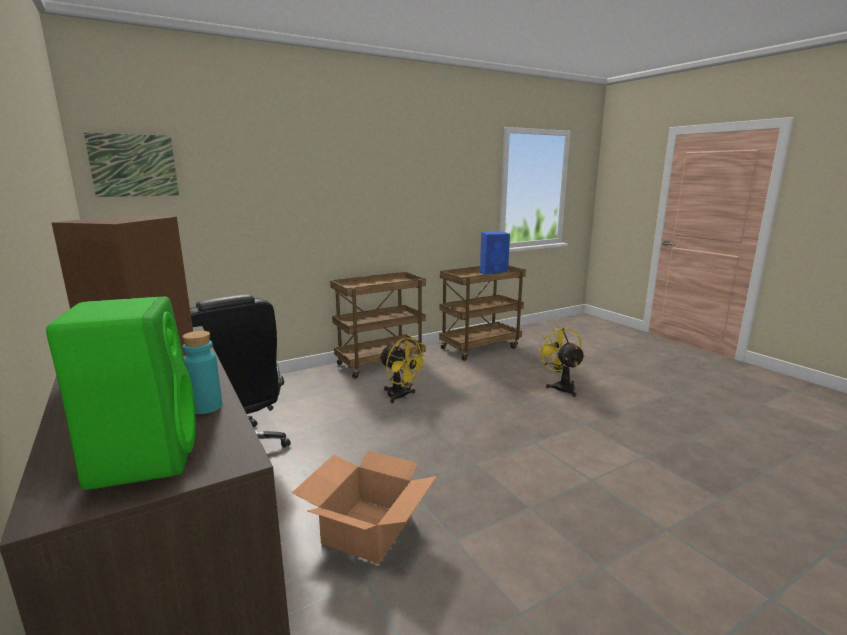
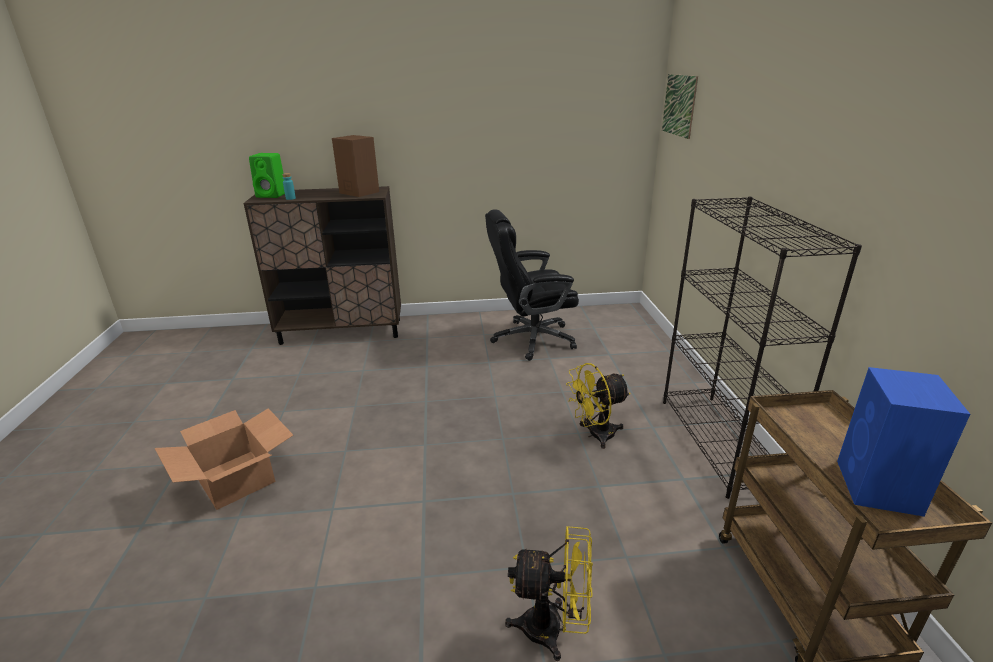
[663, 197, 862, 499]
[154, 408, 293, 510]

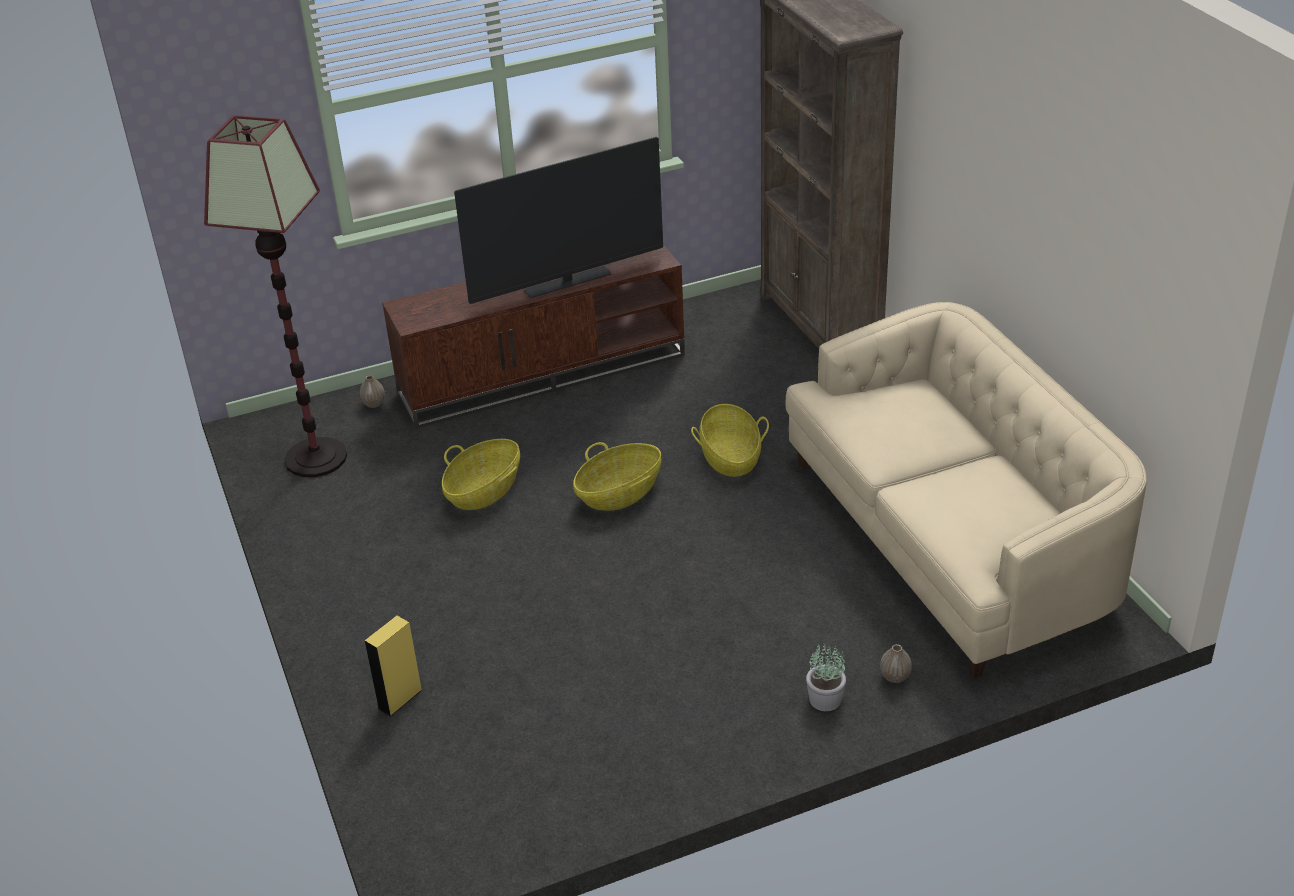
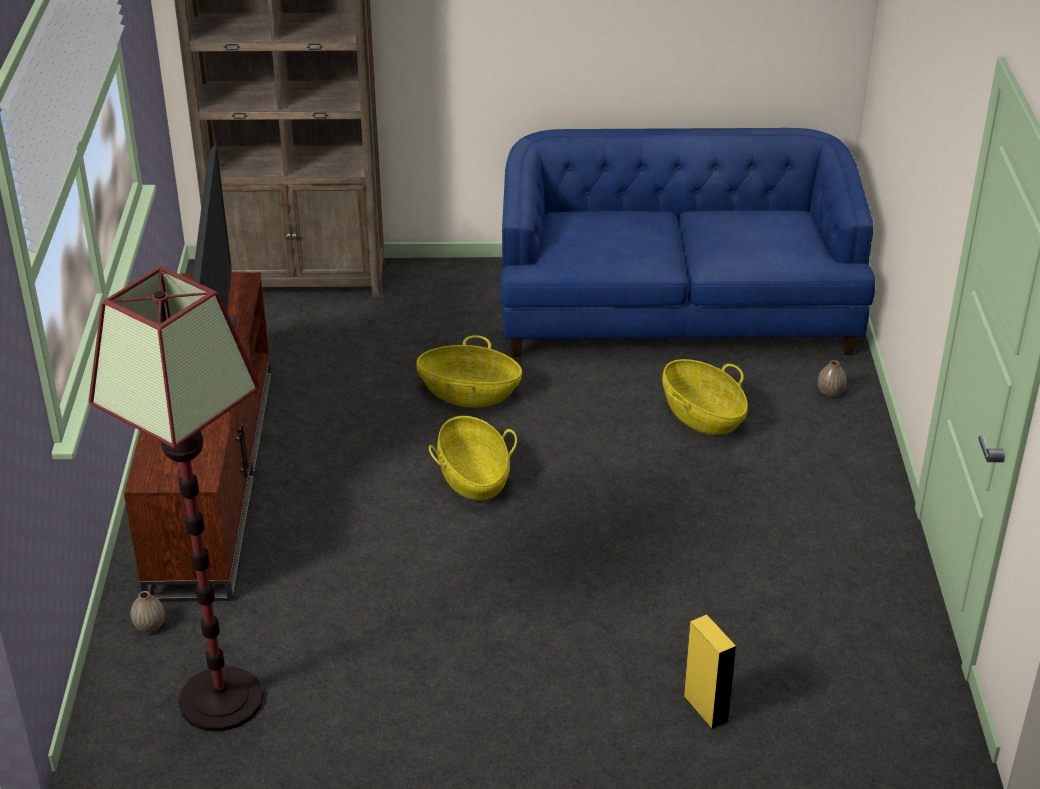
[500, 128, 875, 357]
[662, 359, 748, 435]
[806, 643, 846, 711] (first image)

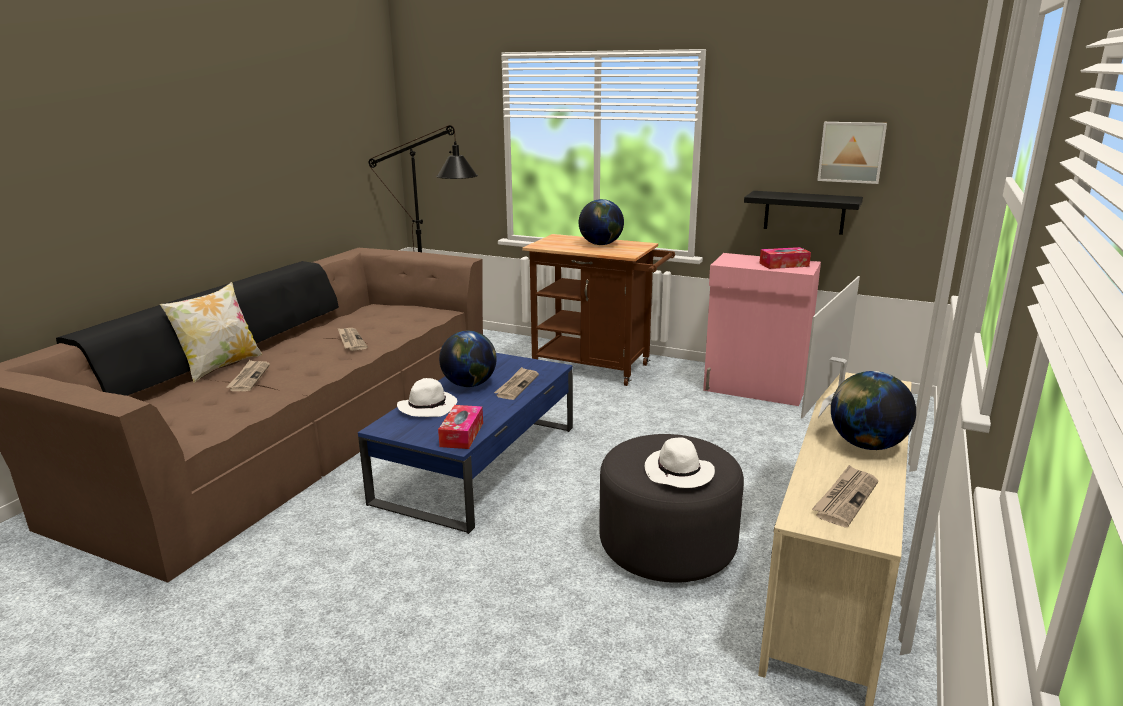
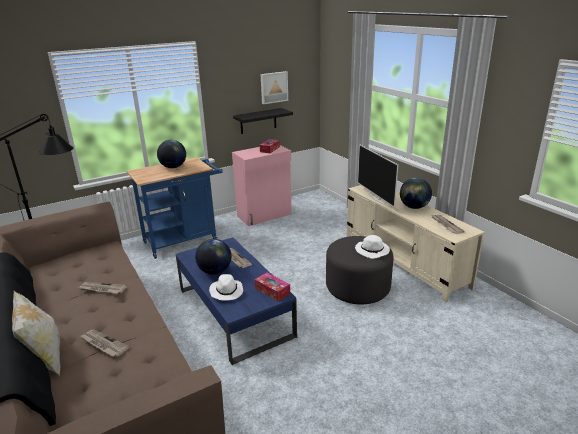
[127, 157, 223, 259]

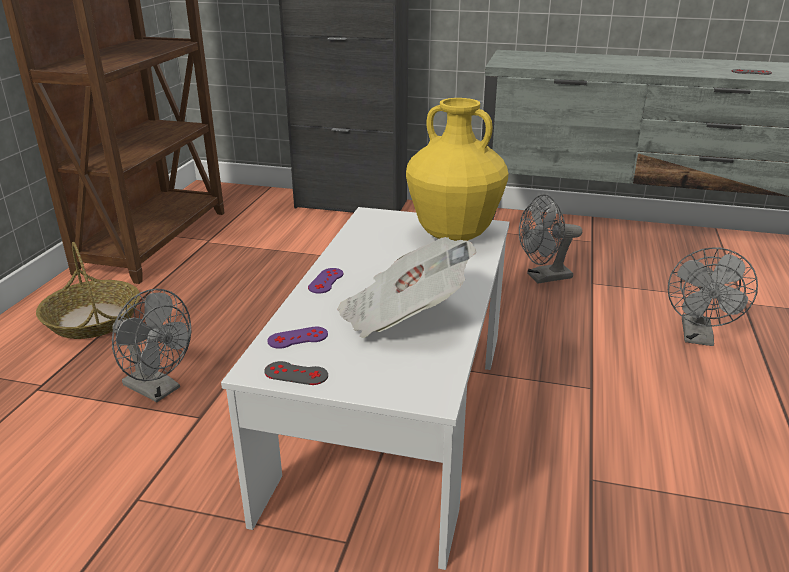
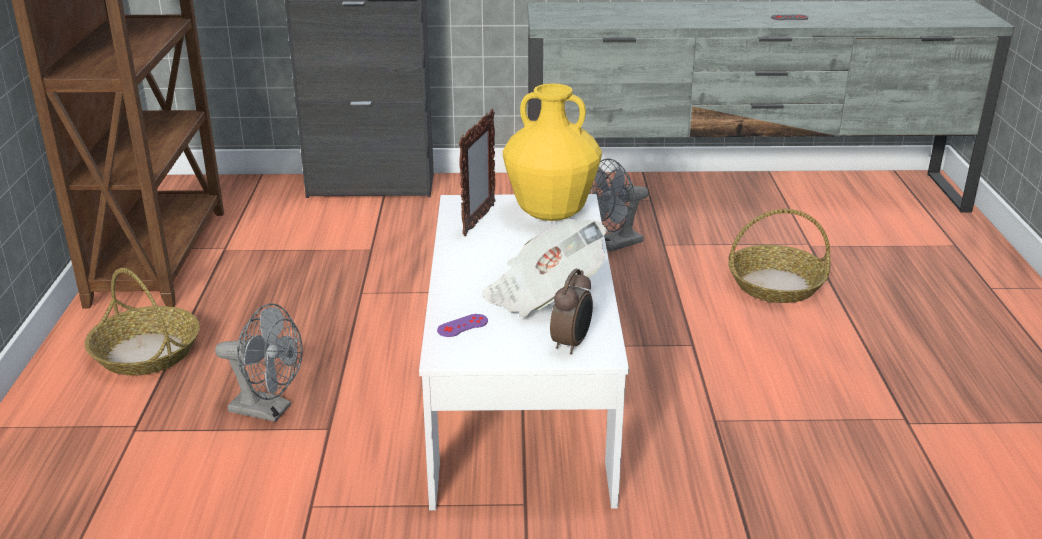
[728, 209, 830, 303]
[308, 268, 343, 293] (first image)
[264, 361, 328, 385] (first image)
[459, 109, 496, 236]
[550, 269, 593, 354]

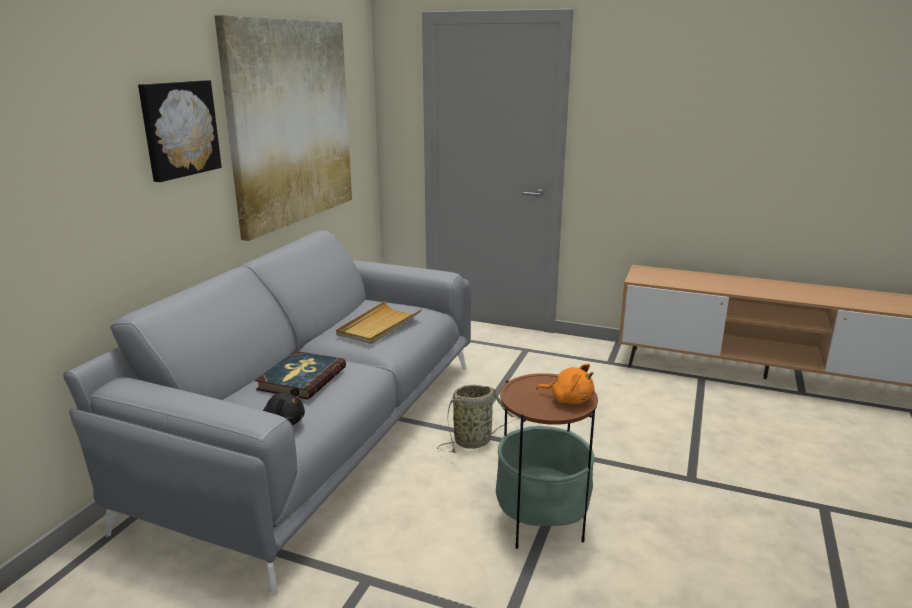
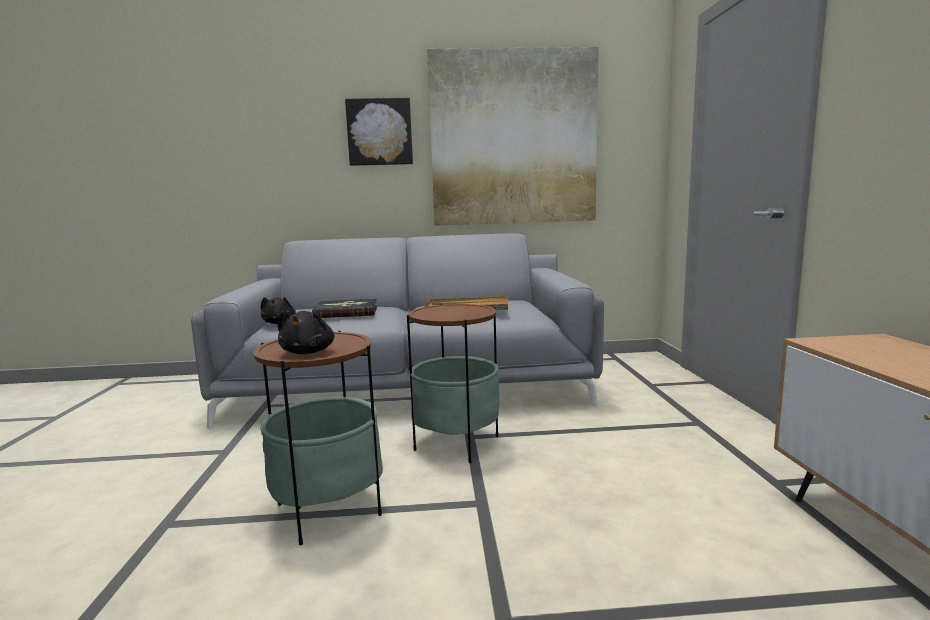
[278, 310, 335, 354]
[407, 304, 499, 463]

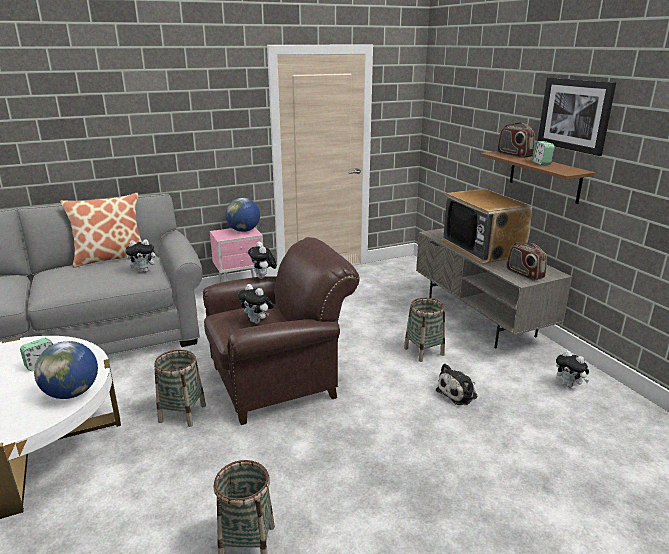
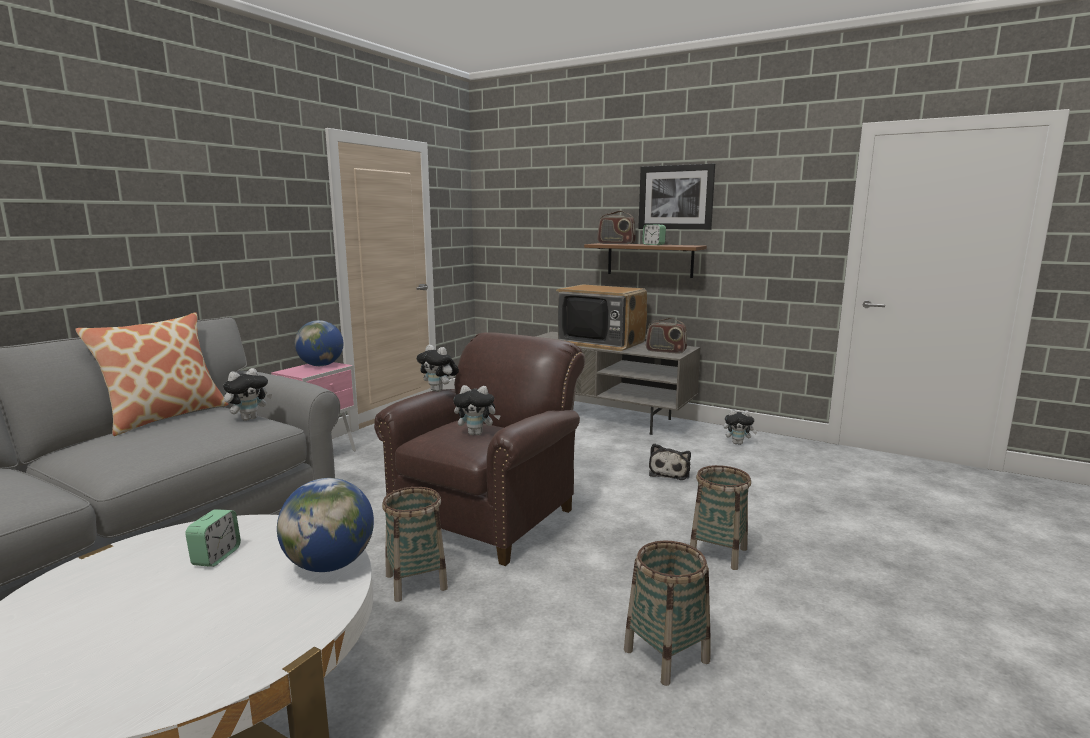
[690, 465, 751, 570]

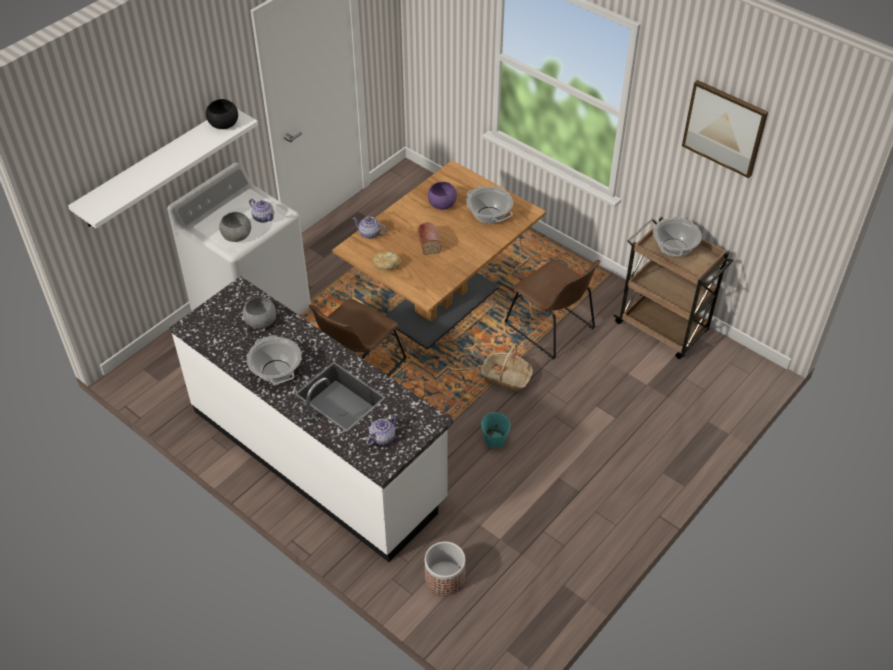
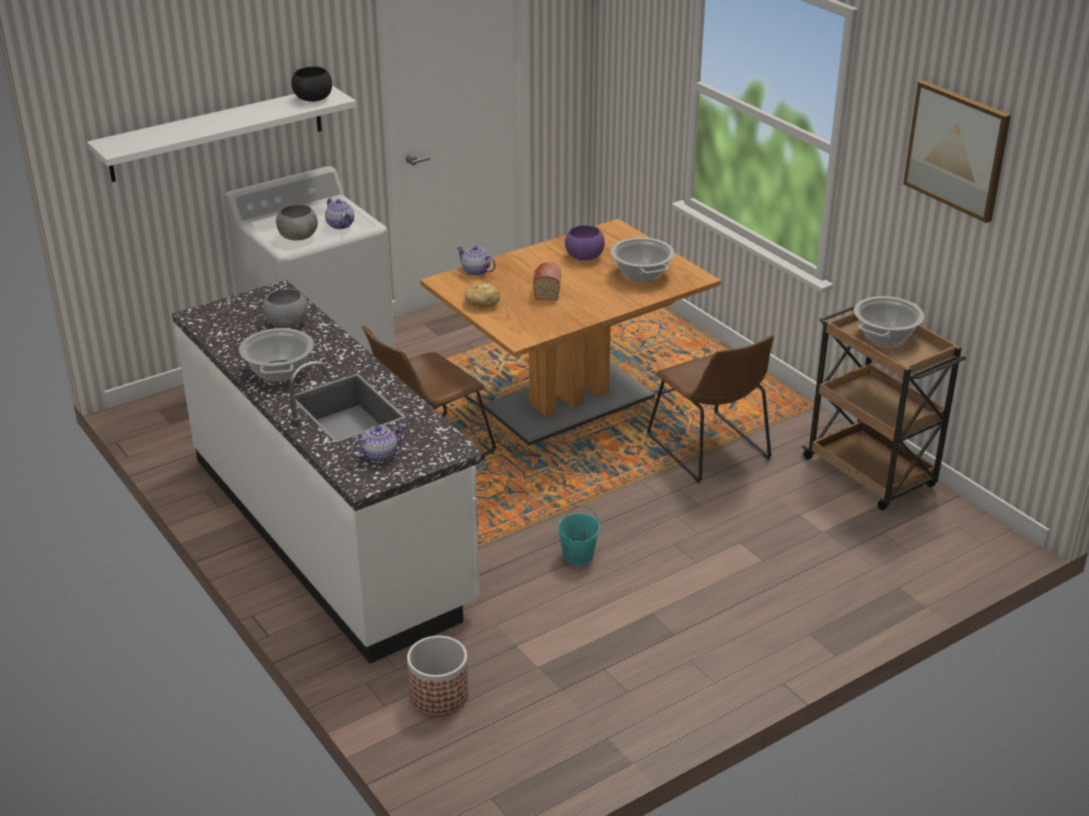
[481, 343, 533, 392] (first image)

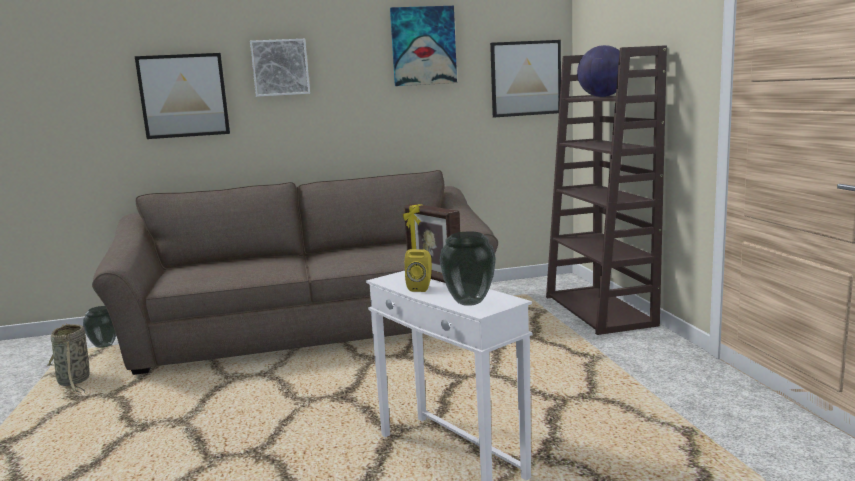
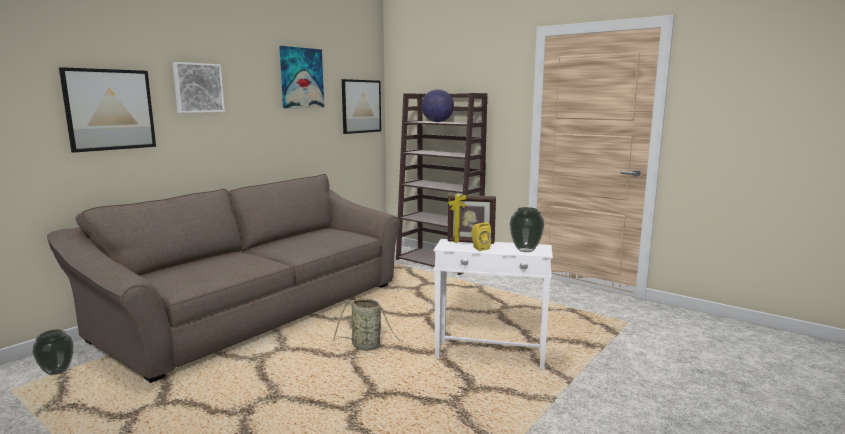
[333, 299, 409, 350]

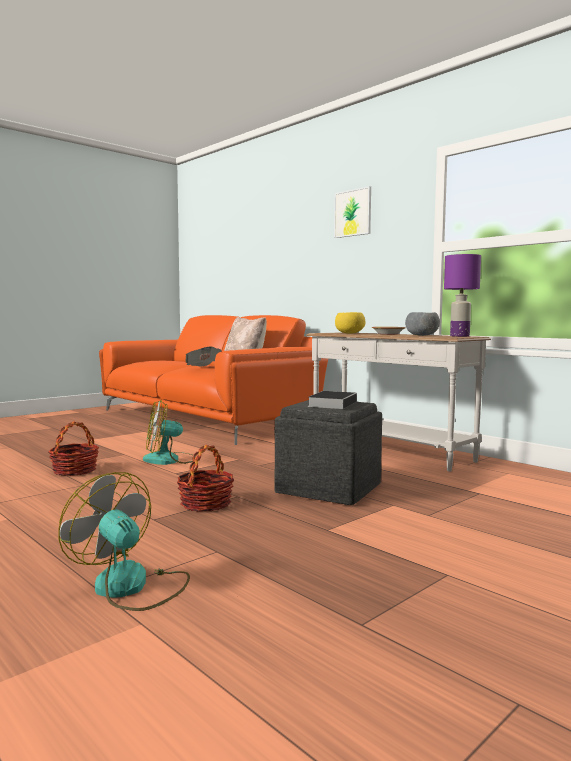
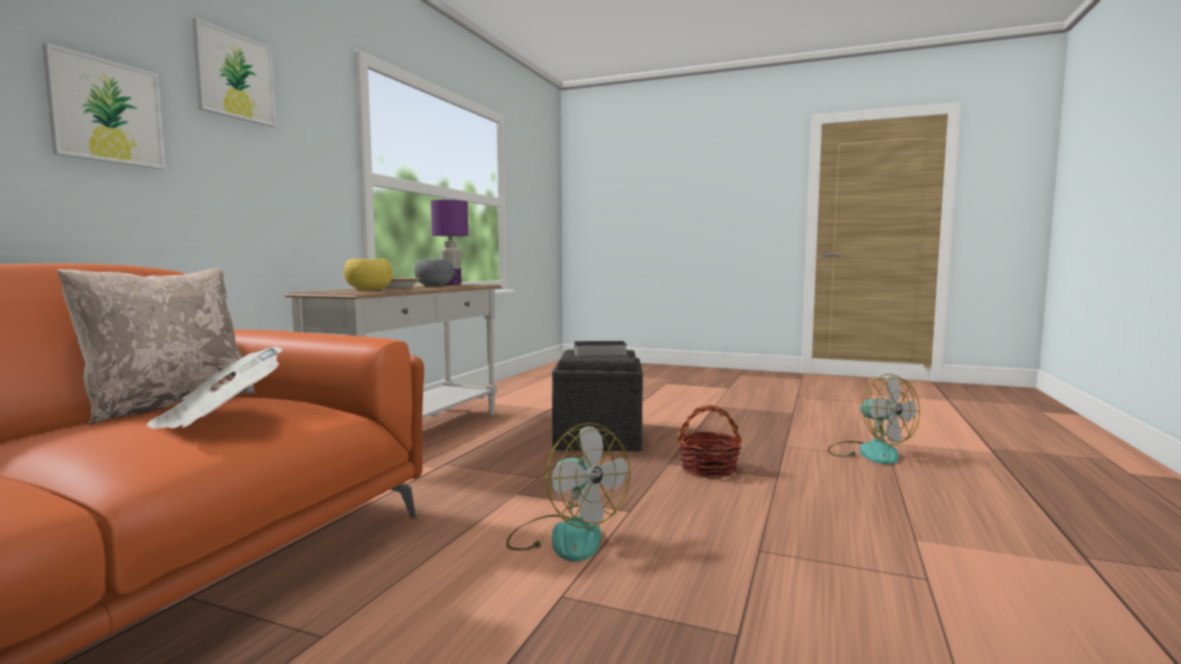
[48, 422, 99, 476] (first image)
[828, 374, 920, 465]
[42, 43, 165, 169]

